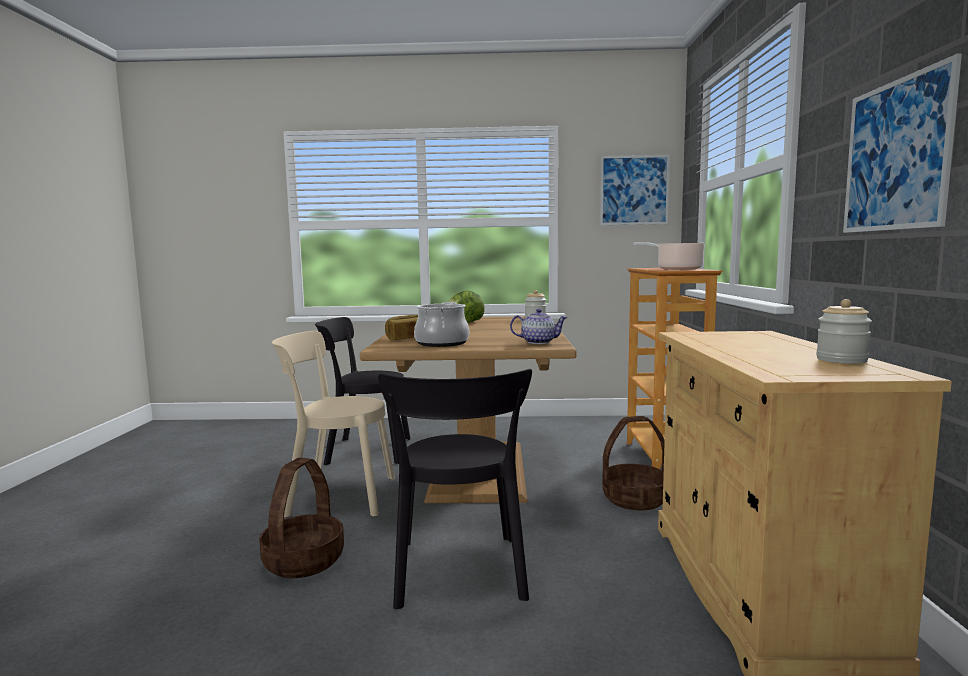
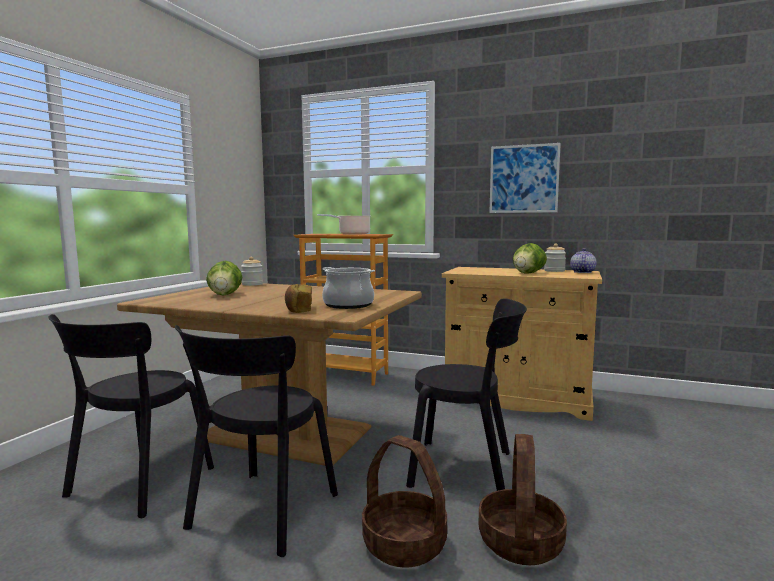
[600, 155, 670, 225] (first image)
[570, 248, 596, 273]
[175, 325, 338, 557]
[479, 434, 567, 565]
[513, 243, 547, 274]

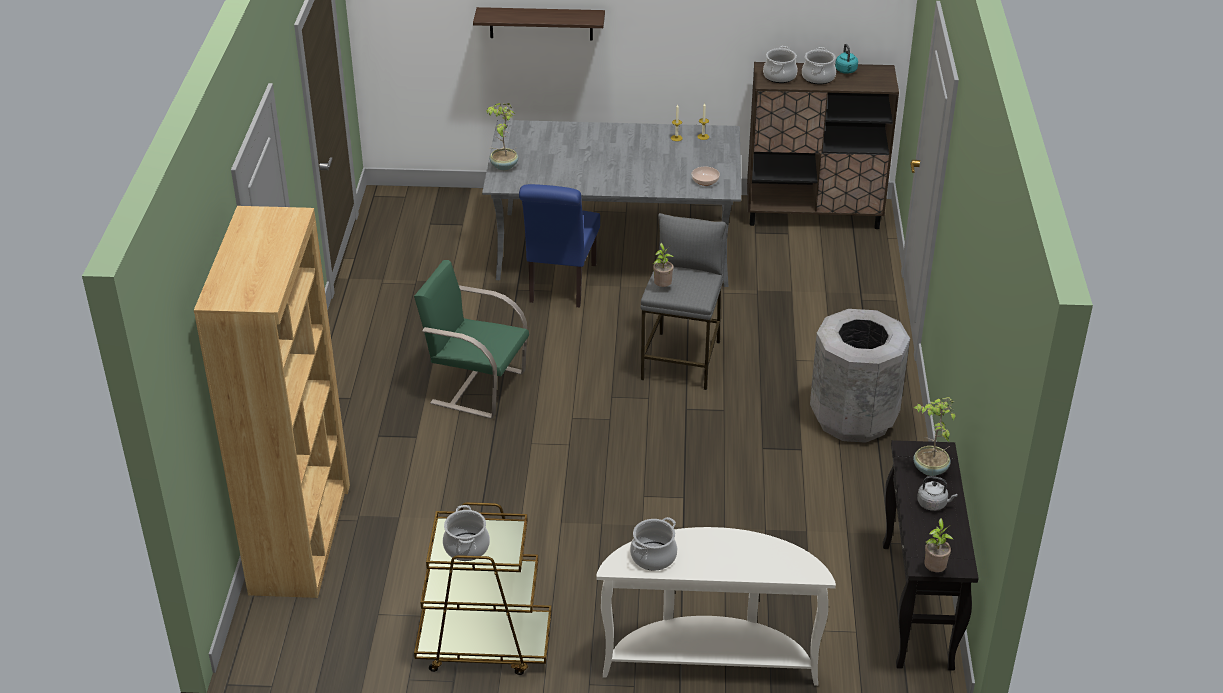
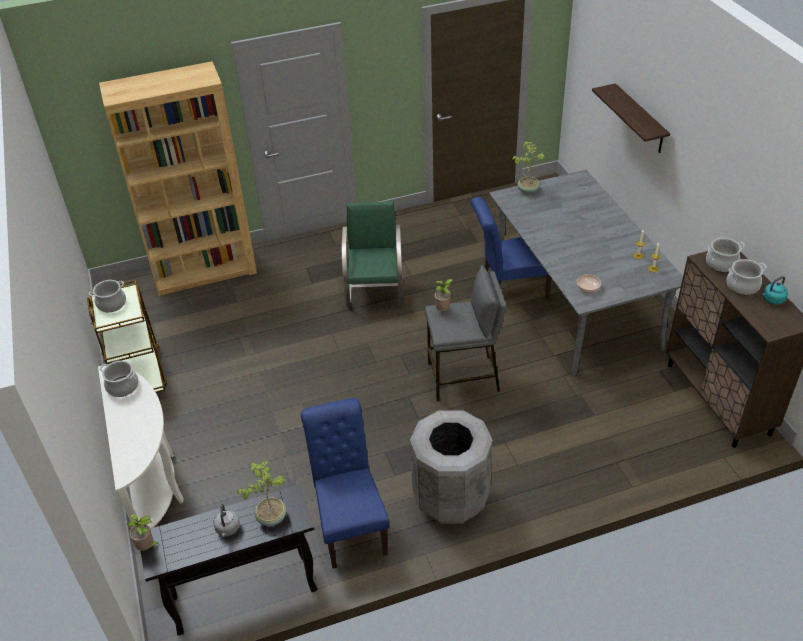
[301, 398, 390, 569]

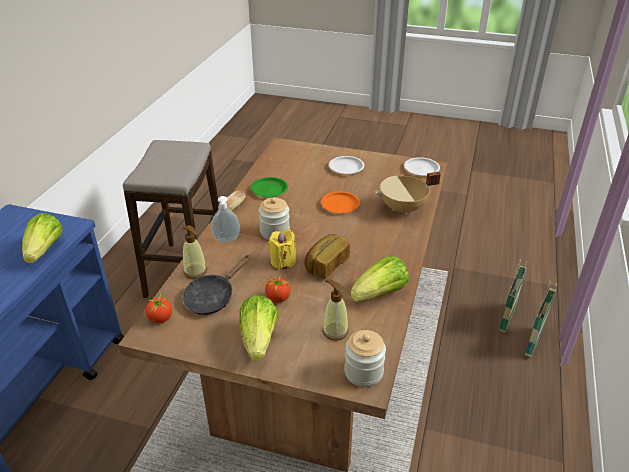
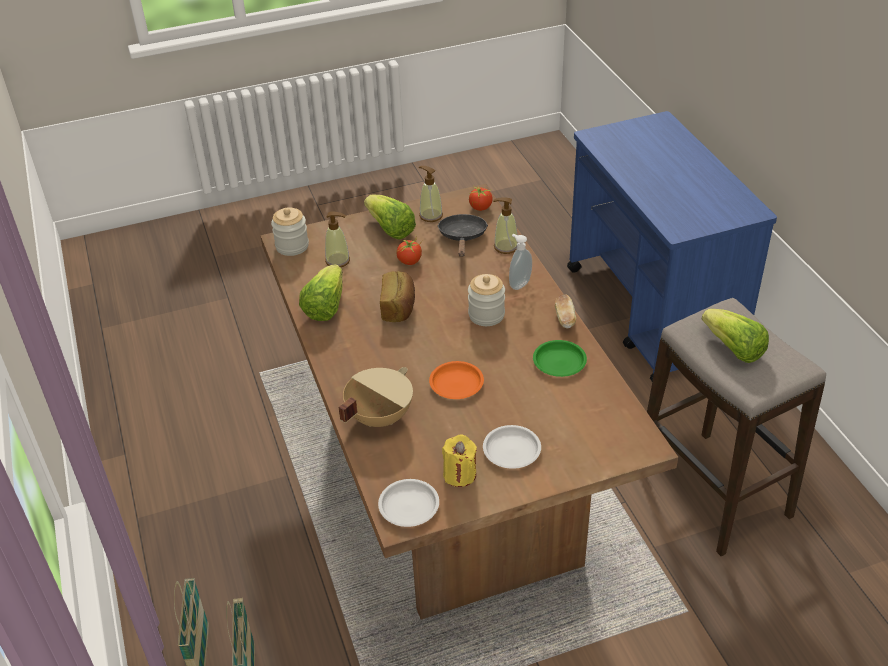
[702, 309, 769, 363]
[442, 435, 477, 487]
[418, 166, 443, 222]

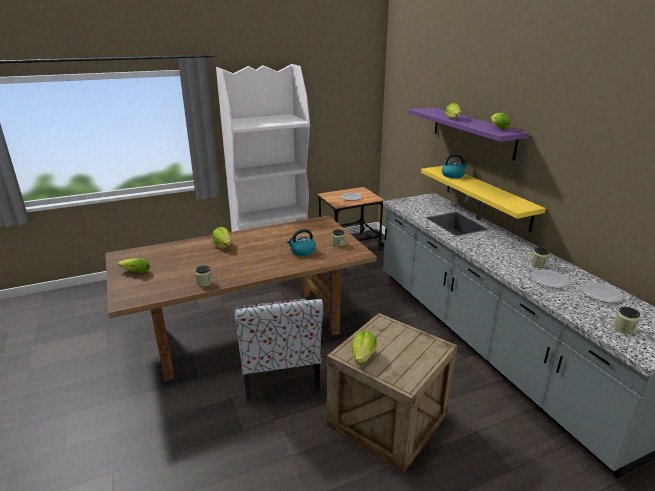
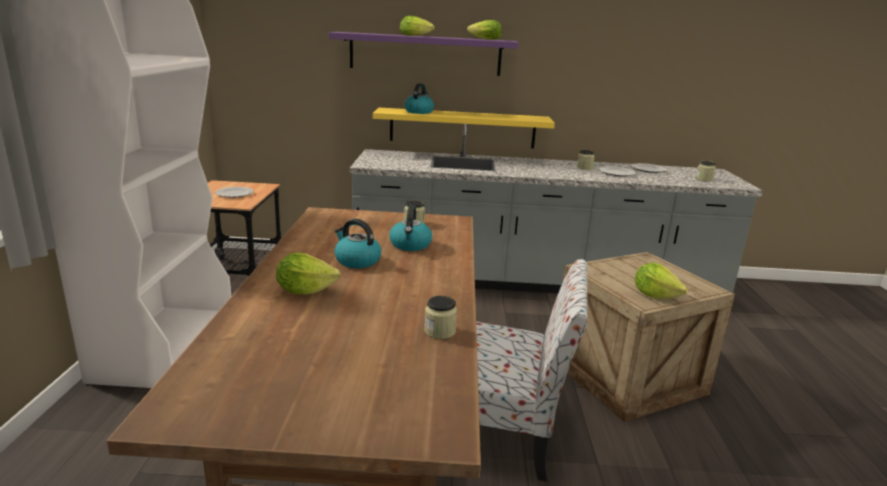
[118, 258, 150, 273] (first image)
[334, 219, 381, 268]

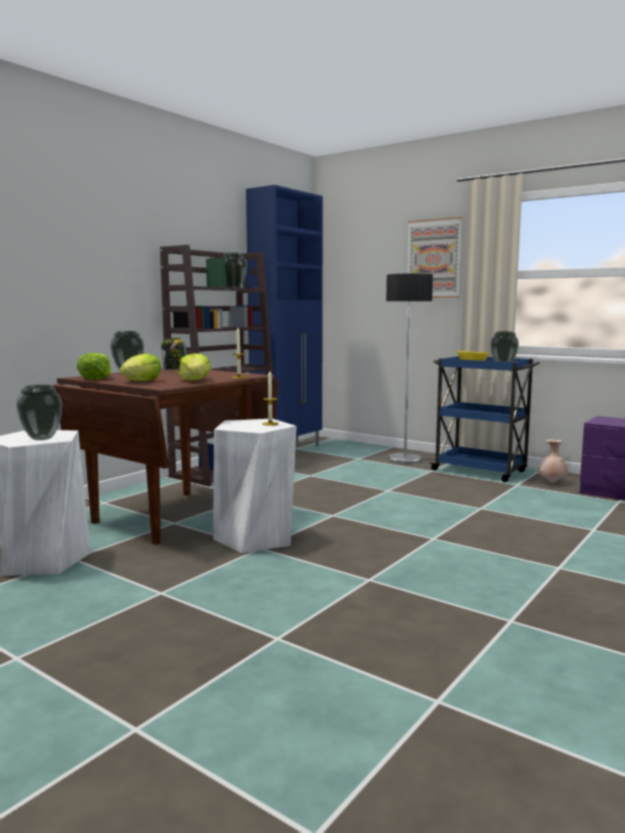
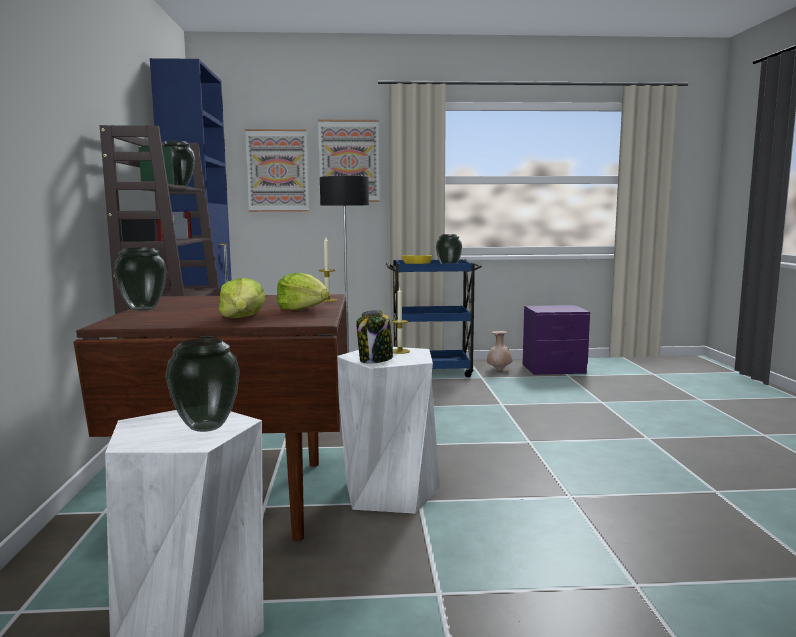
[356, 310, 393, 364]
[77, 353, 111, 380] (first image)
[245, 129, 309, 212]

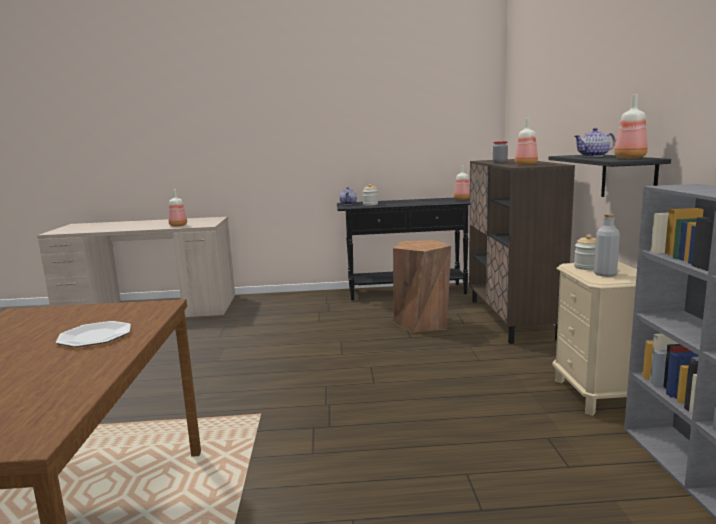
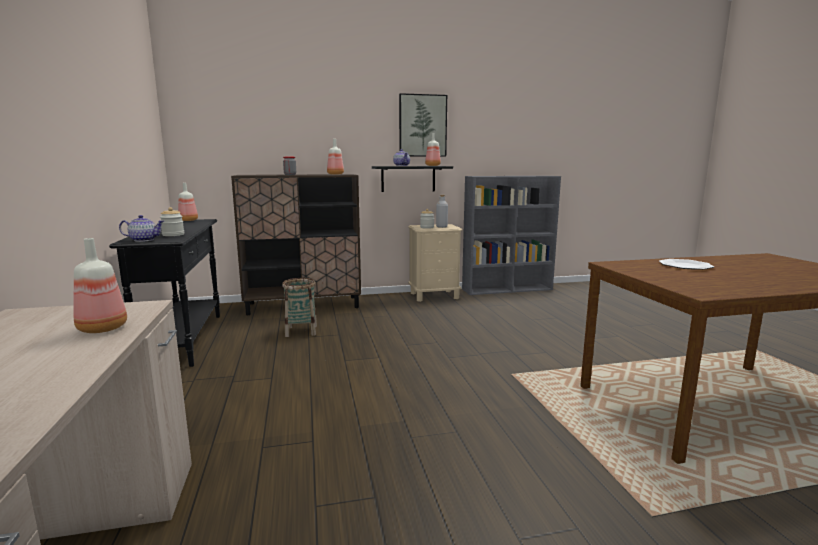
[282, 278, 317, 337]
[399, 93, 447, 157]

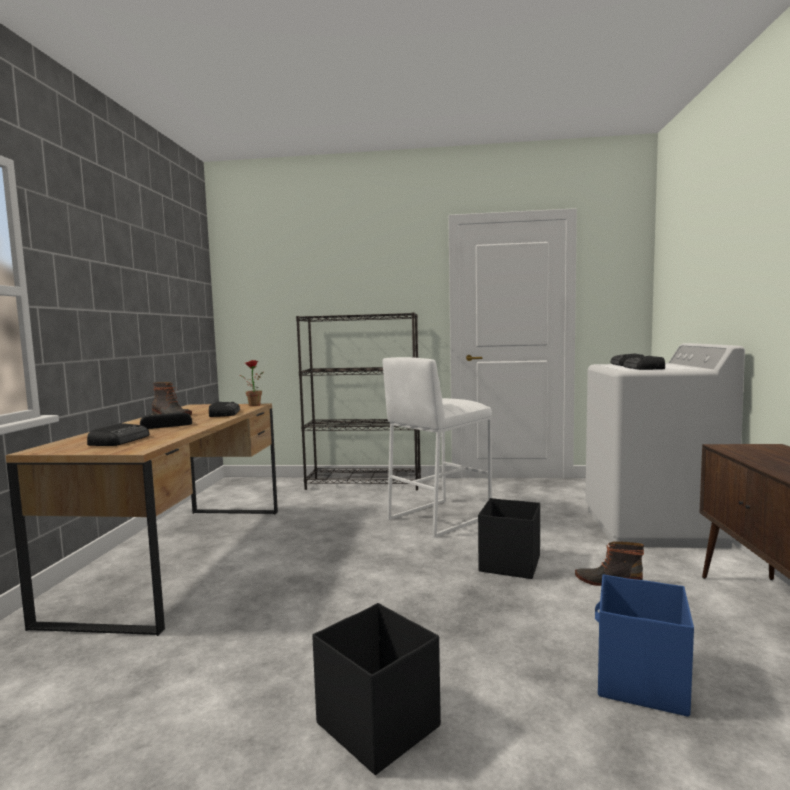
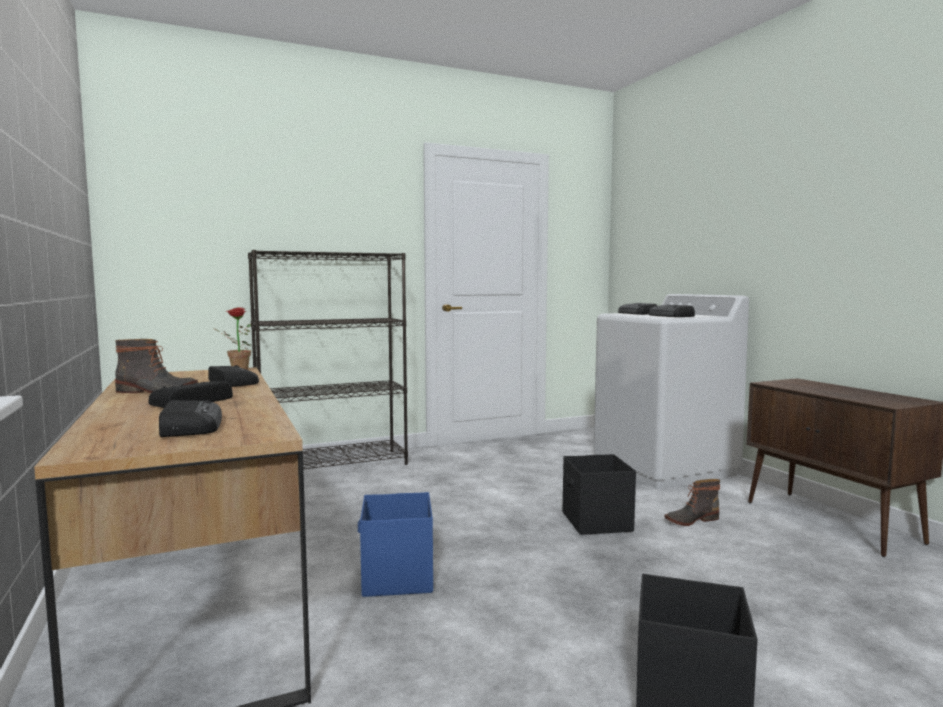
[383, 357, 492, 538] (first image)
[358, 492, 433, 597]

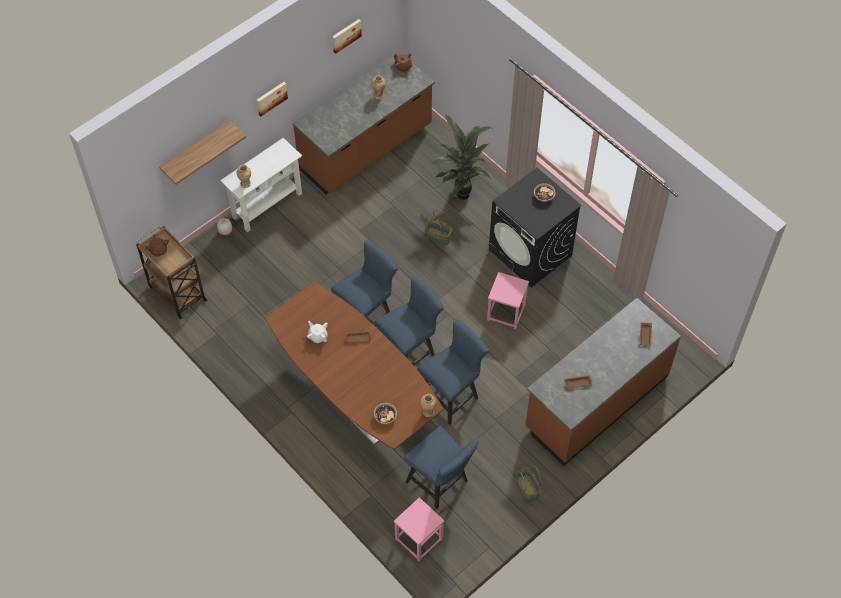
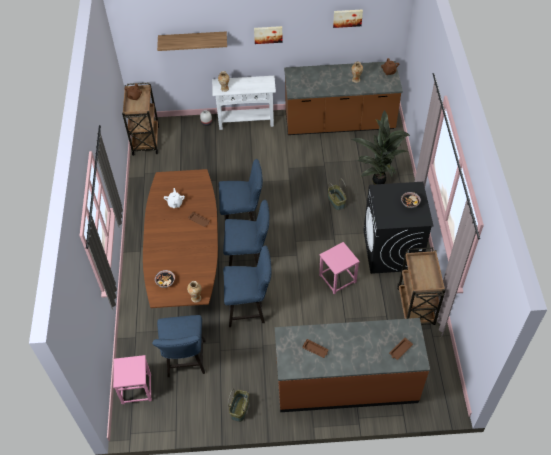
[397, 247, 446, 325]

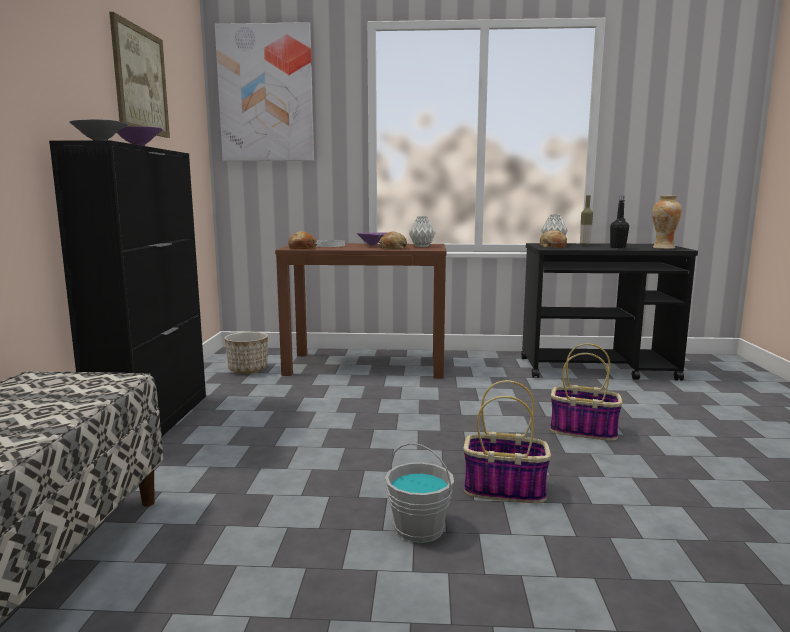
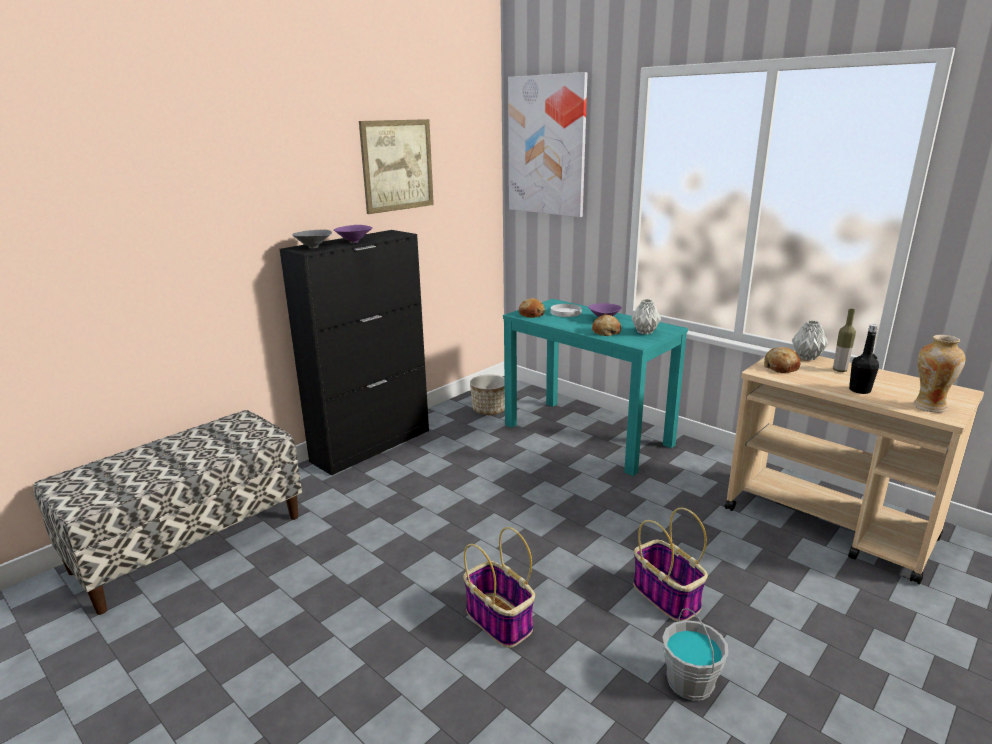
[503, 299, 688, 476]
[725, 350, 984, 584]
[662, 608, 728, 701]

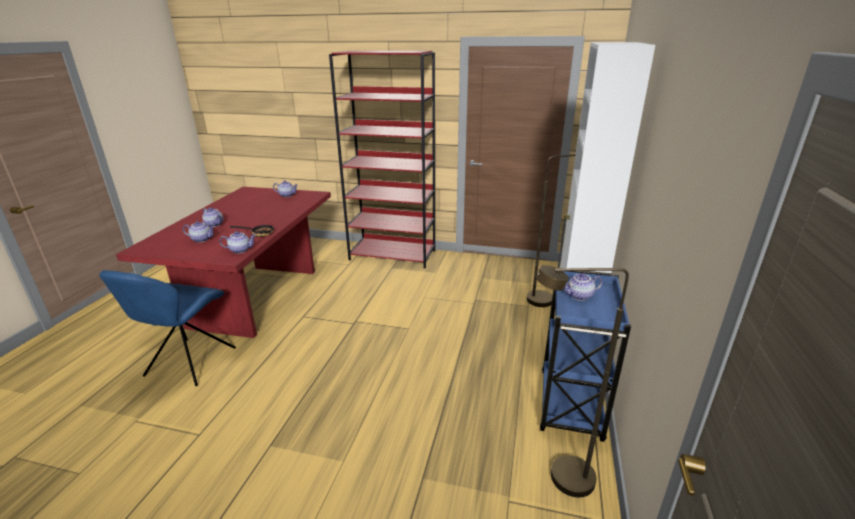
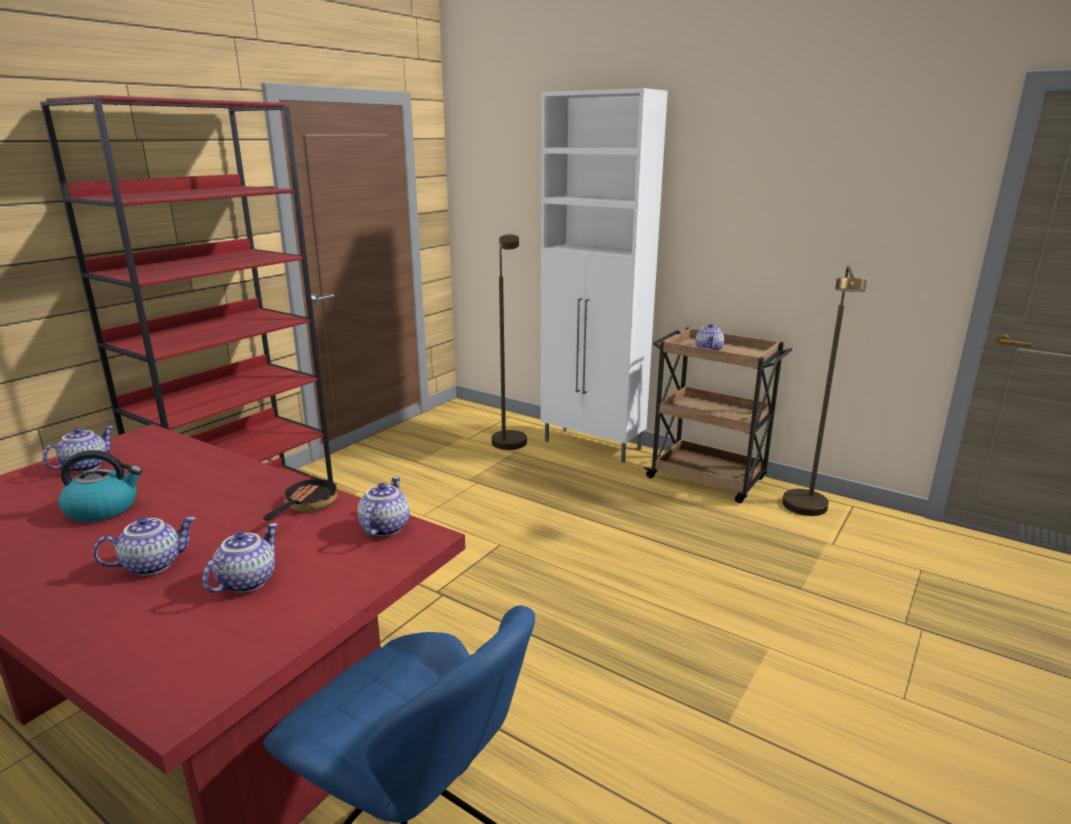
[643, 327, 792, 503]
[59, 450, 142, 522]

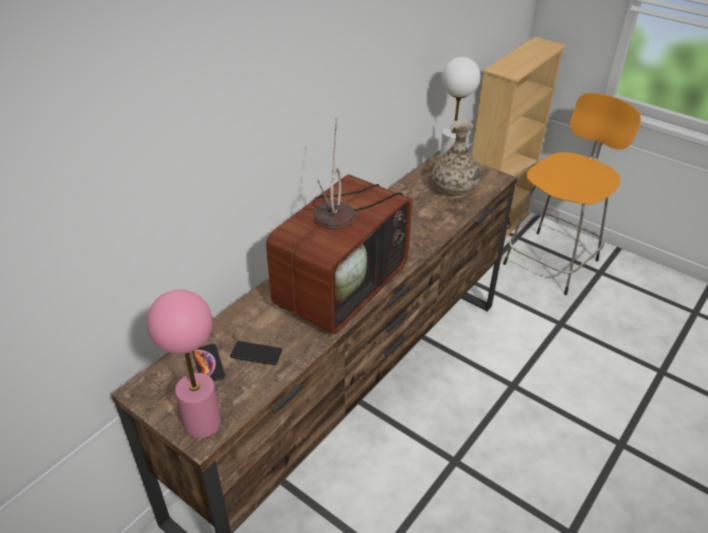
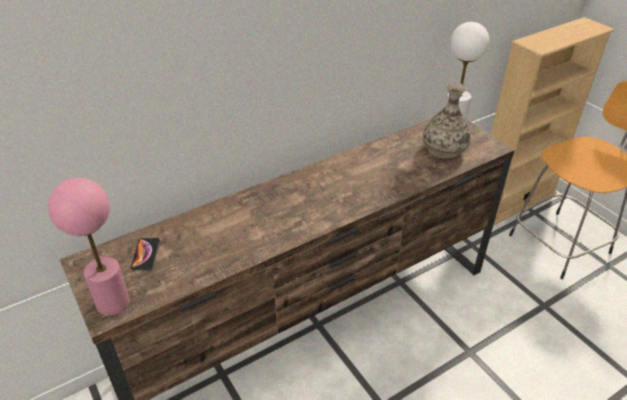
[266, 118, 412, 334] (first image)
[230, 341, 282, 365] (first image)

